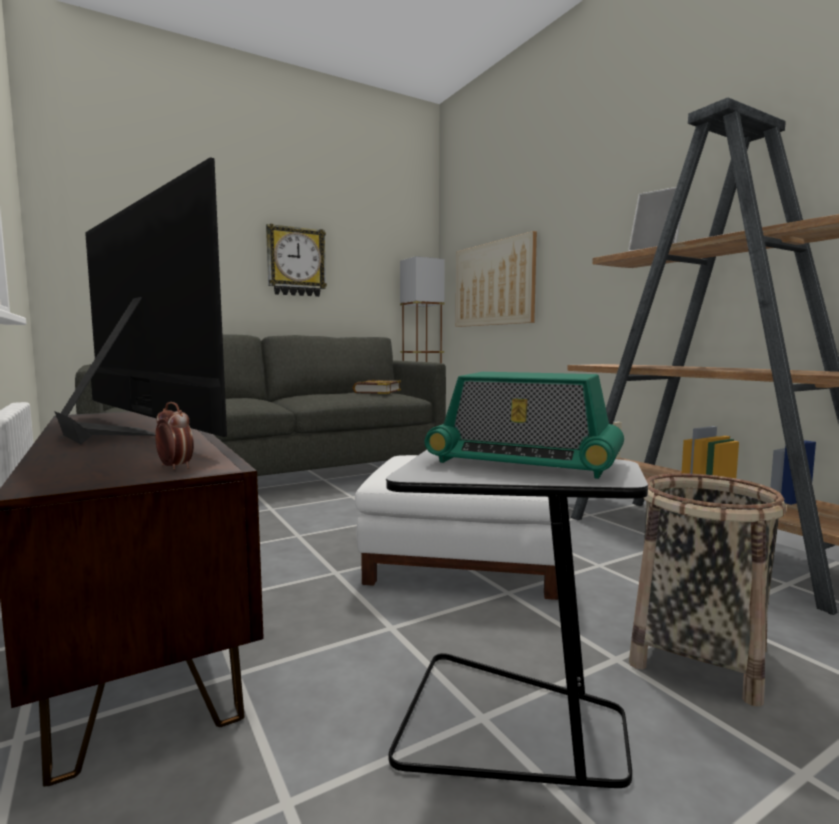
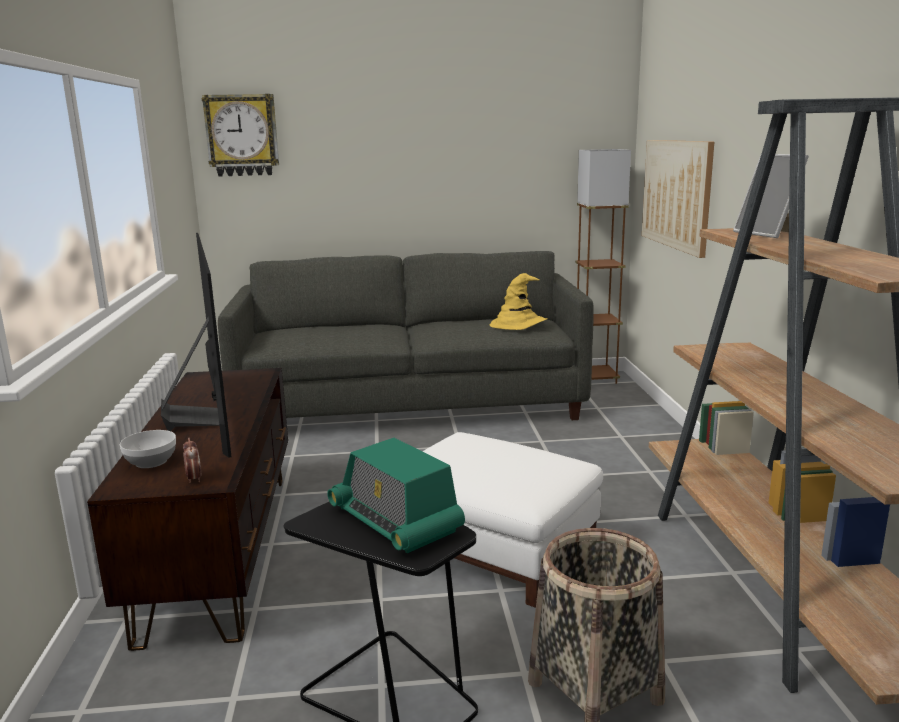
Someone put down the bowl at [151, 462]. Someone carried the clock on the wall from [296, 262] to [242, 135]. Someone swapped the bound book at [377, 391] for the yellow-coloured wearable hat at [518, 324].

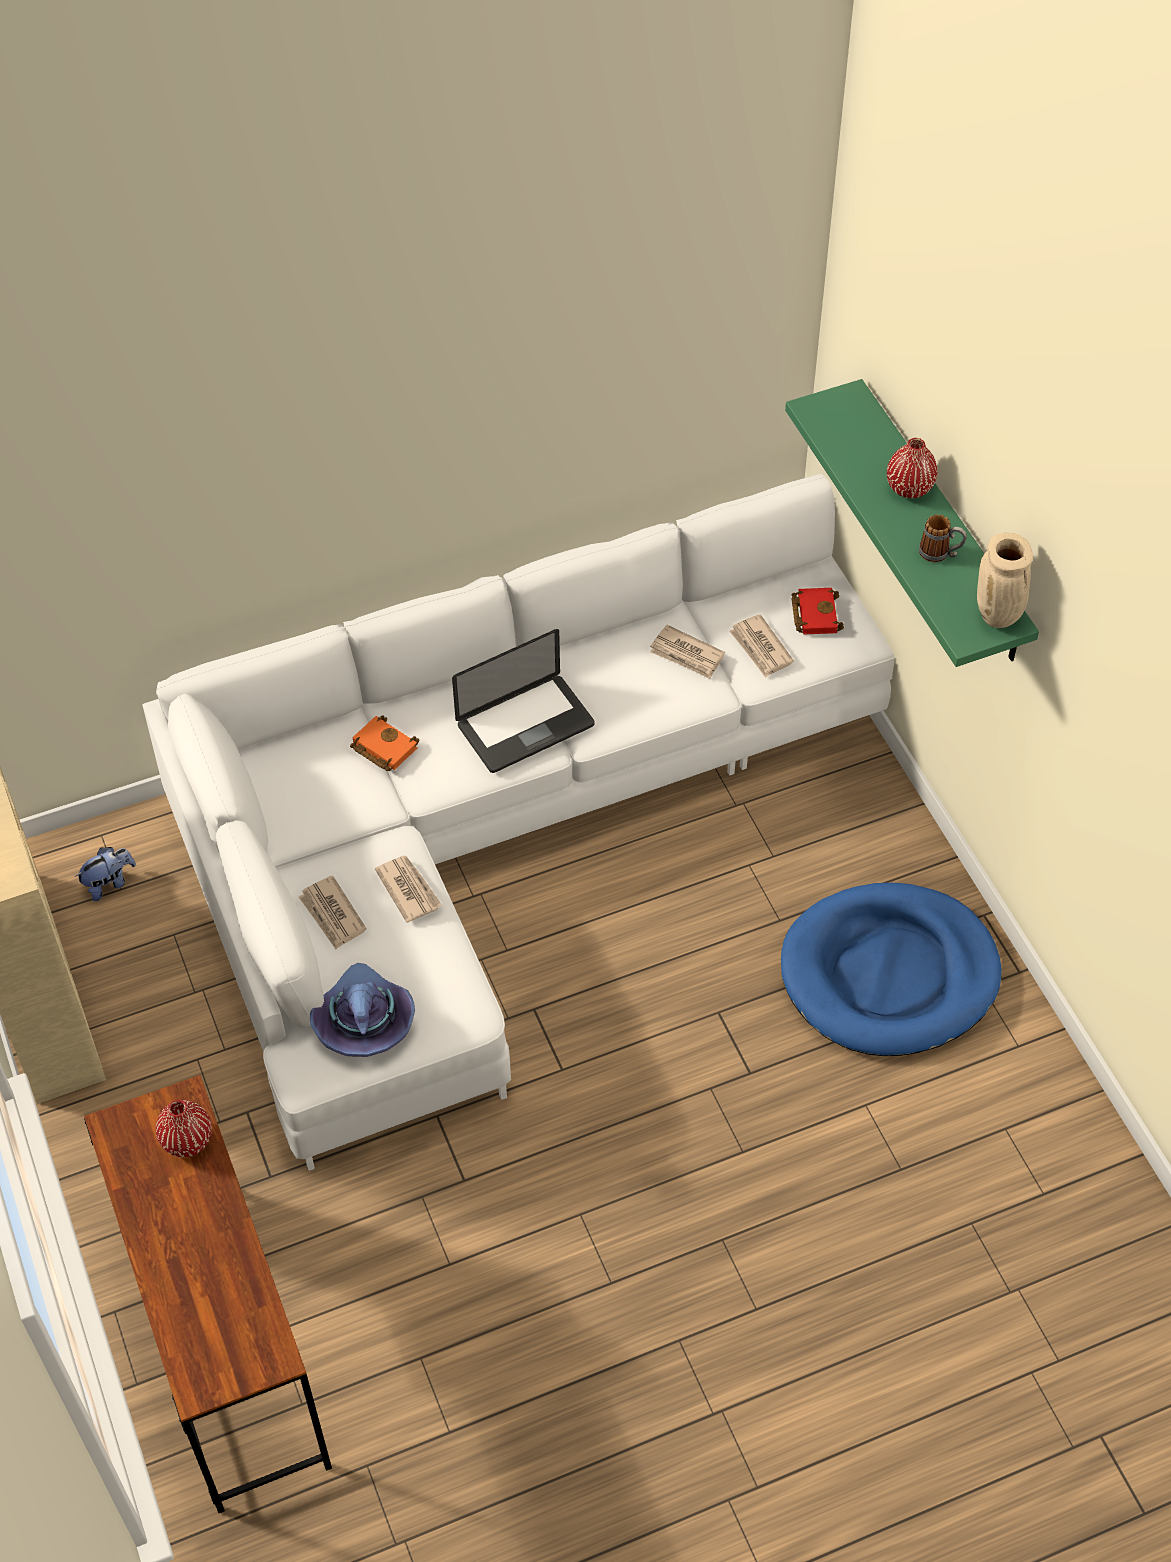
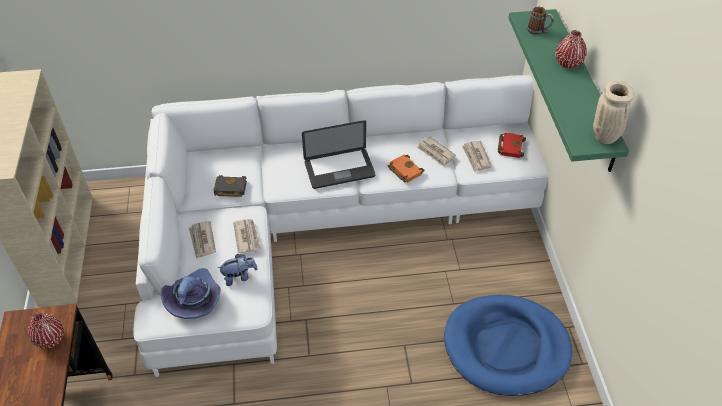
Someone put down the black-coloured bound book at [229, 189]. Someone carried the plush toy from [109, 883] to [239, 277]. Someone carried the orangey bound book from [382, 747] to [404, 170]. Someone carried the mug from [940, 554] to [538, 31].

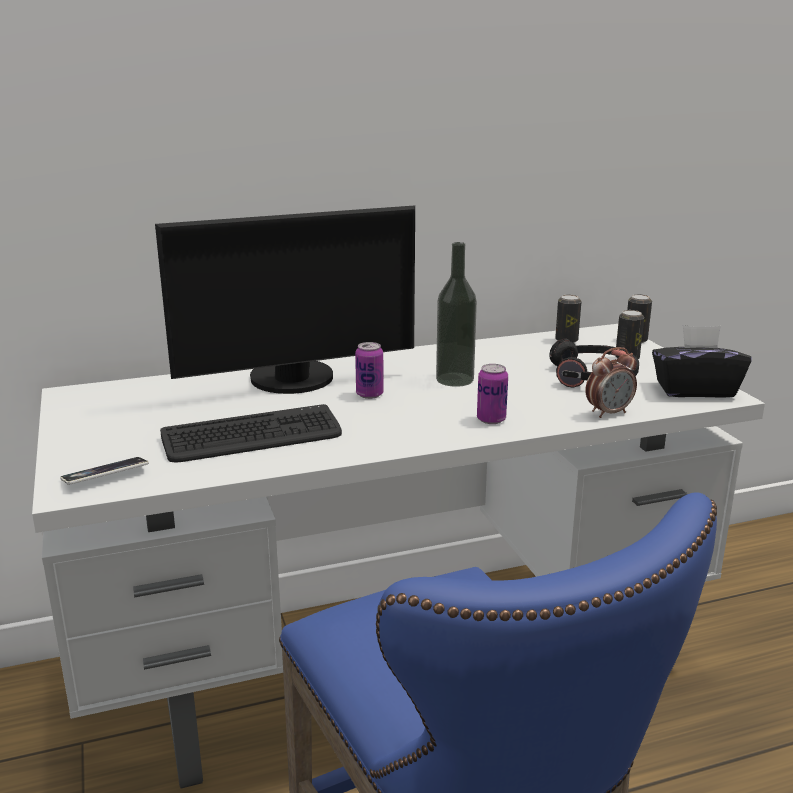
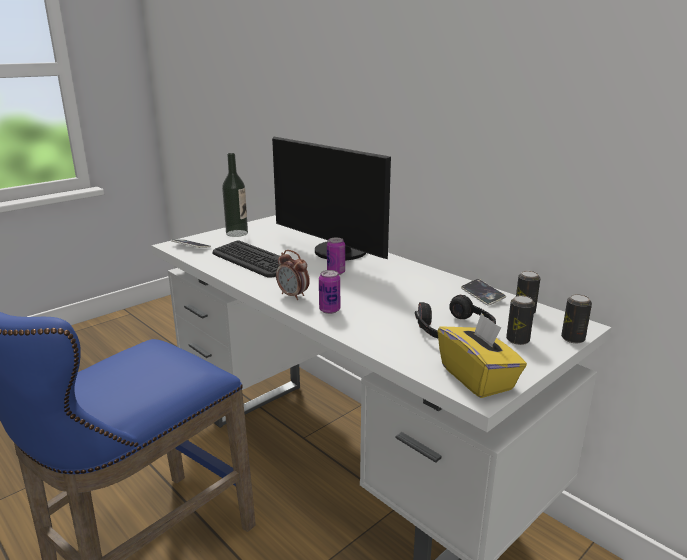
Someone put down the telephone at [482, 295]. Someone carried the beverage bottle from [455, 379] to [237, 233]. Someone carried the bedside clock from [608, 413] to [293, 296]. Someone repainted the black-coloured tissue box at [695, 390], which became the yellow-coloured tissue box at [477, 378].

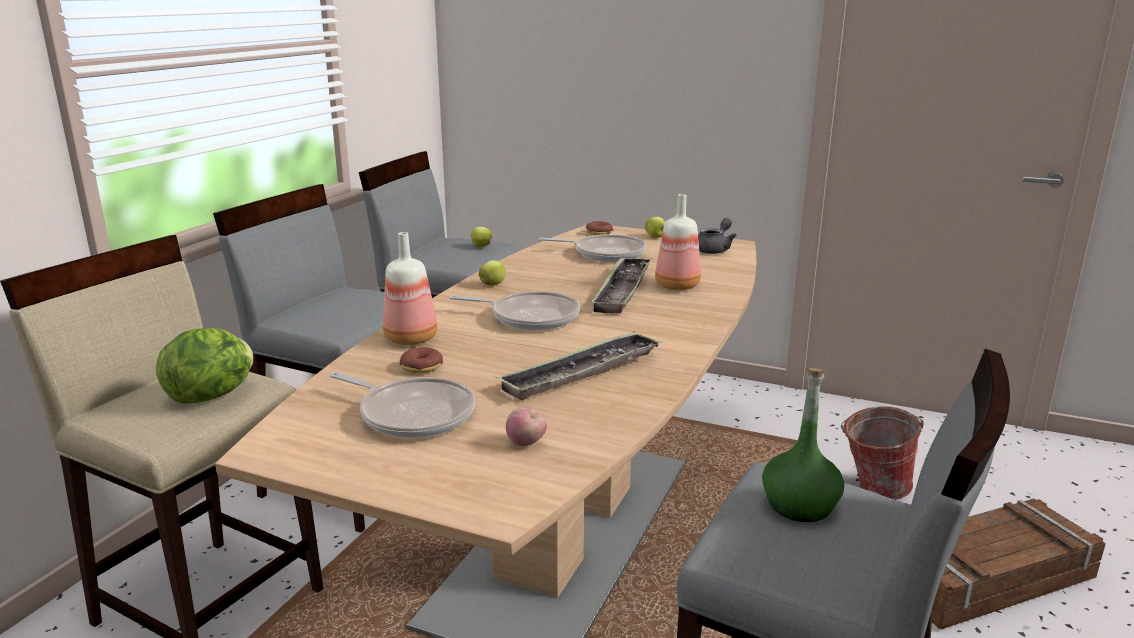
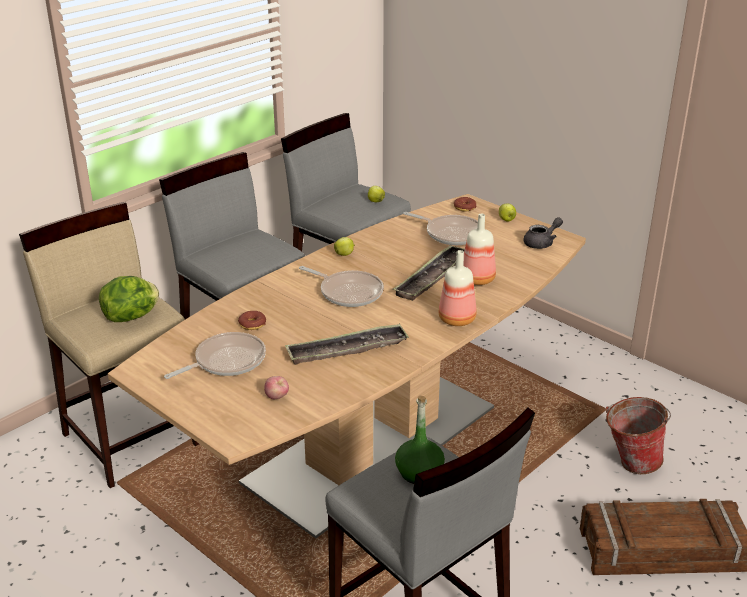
Someone carried the beverage bottle from [412, 338] to [458, 319]. Someone rotated the frying pan at [412, 414] by 90 degrees counterclockwise.

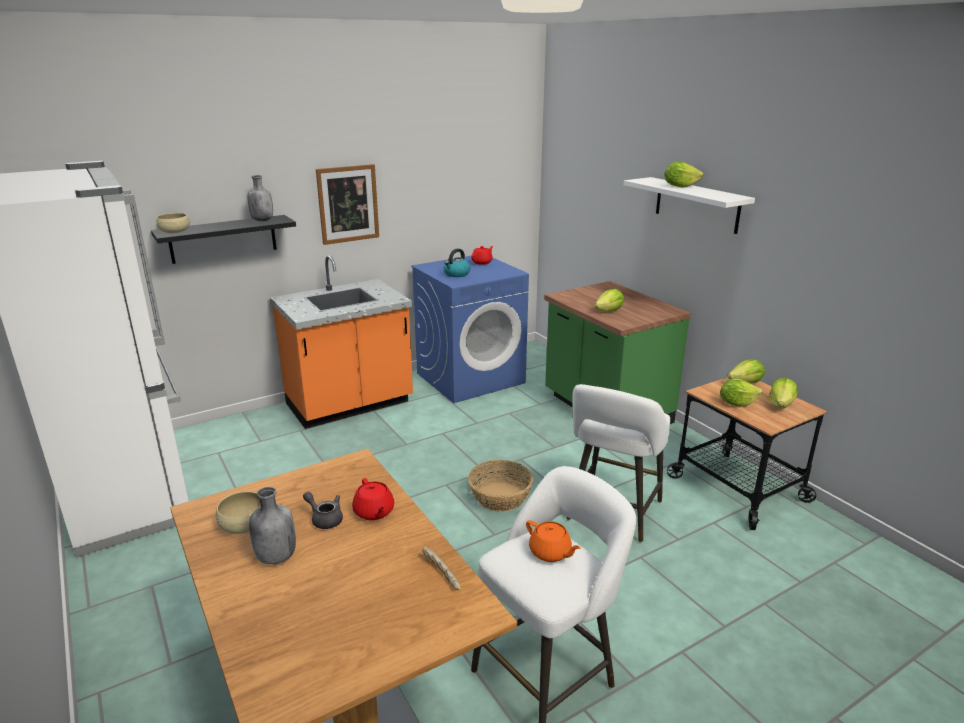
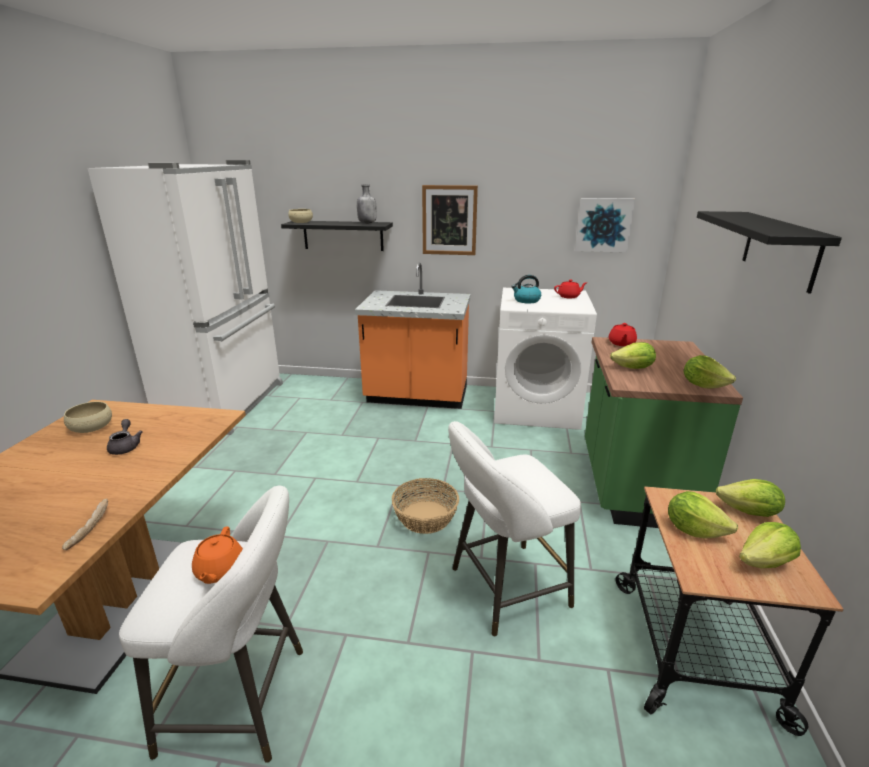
Someone took away the grey beverage bottle at [275, 557]. Someone put up the wall picture at [603, 225]. Someone carried the red tea pot from [374, 512] to [621, 343]. Someone carried the lettuce from [680, 186] to [703, 385]. Someone repainted the blue washing machine at [470, 378], which became the whitish washing machine at [536, 408]. Someone repainted the whitish bracket shelf at [696, 205], which became the black-coloured bracket shelf at [780, 249].

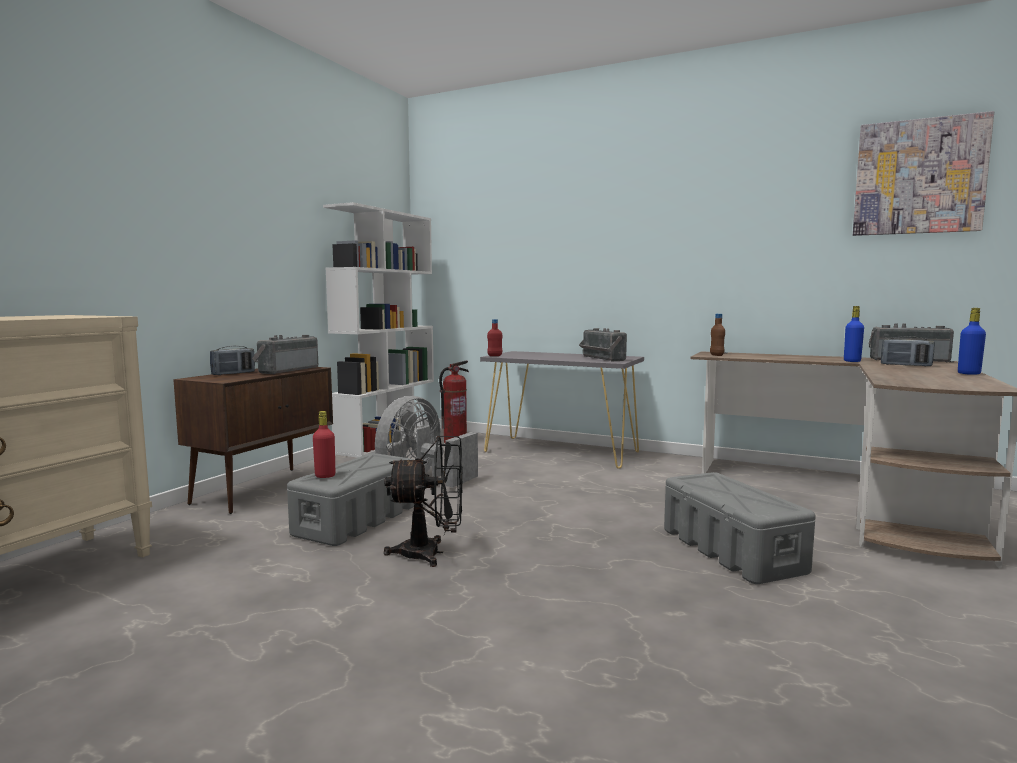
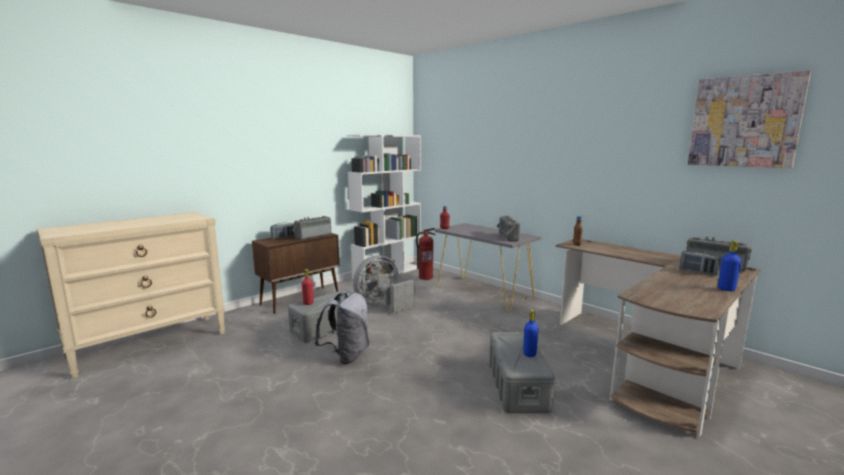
Someone carried the blue beverage bottle from [852, 361] to [529, 354]. Someone swapped the black-coloured fan at [431, 553] for the grey knapsack at [347, 356].

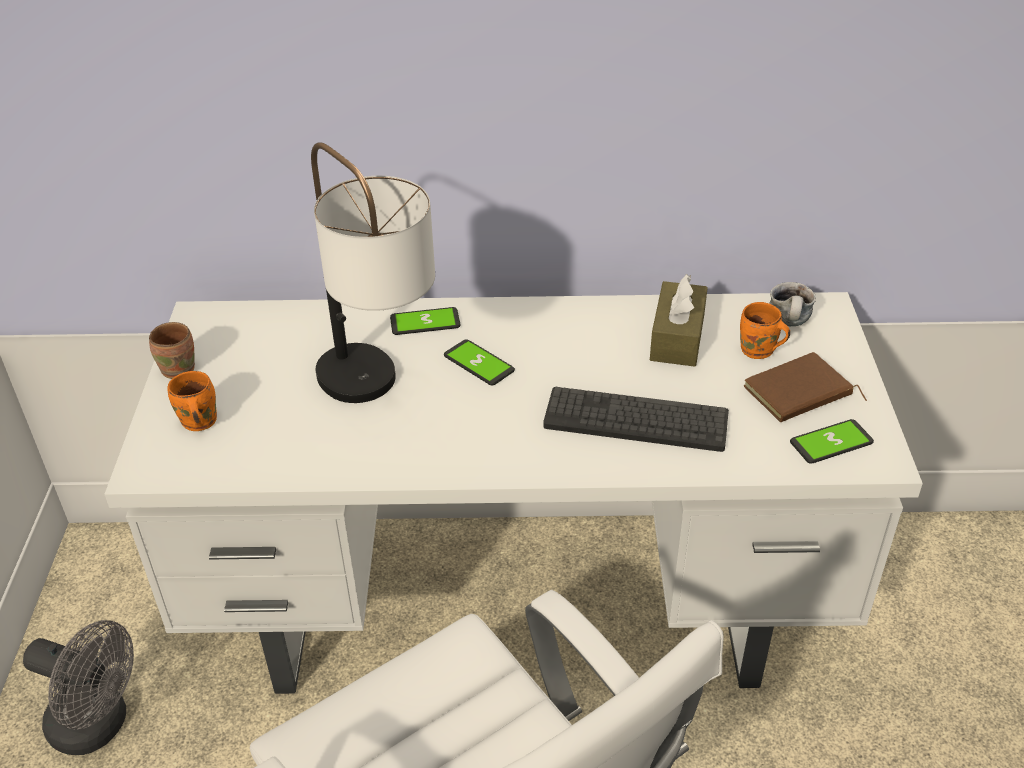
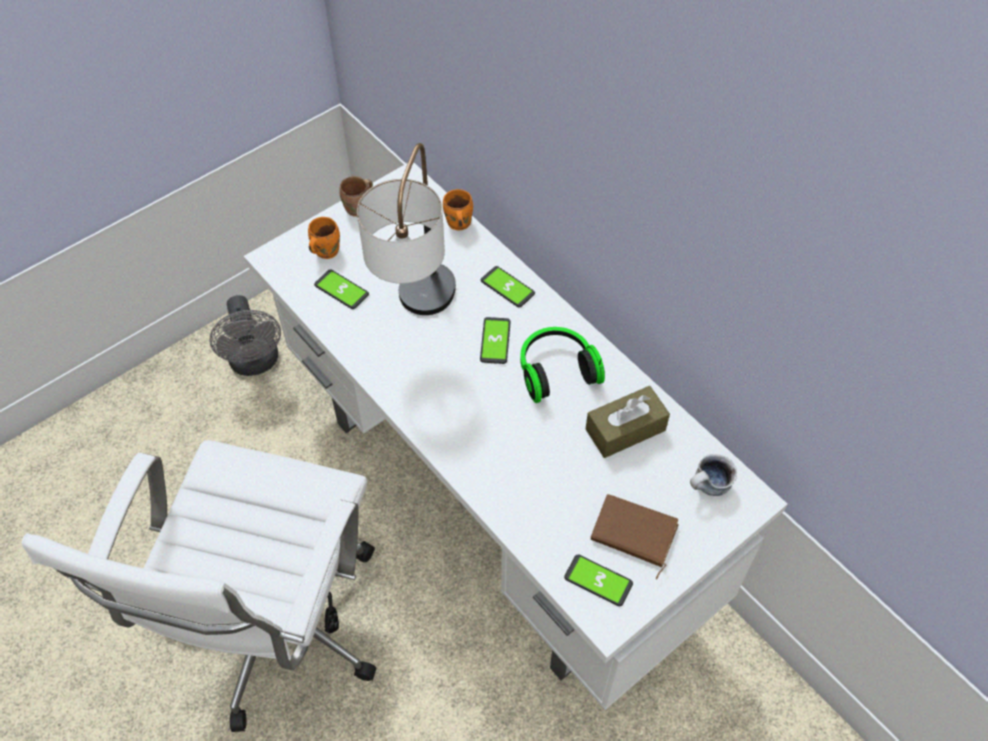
Someone took away the computer keyboard at [635, 420]. Someone put down the telephone at [341, 290]. Someone put down the pair of headphones at [556, 370]. Someone carried the orangey mug from [758, 352] to [457, 224].

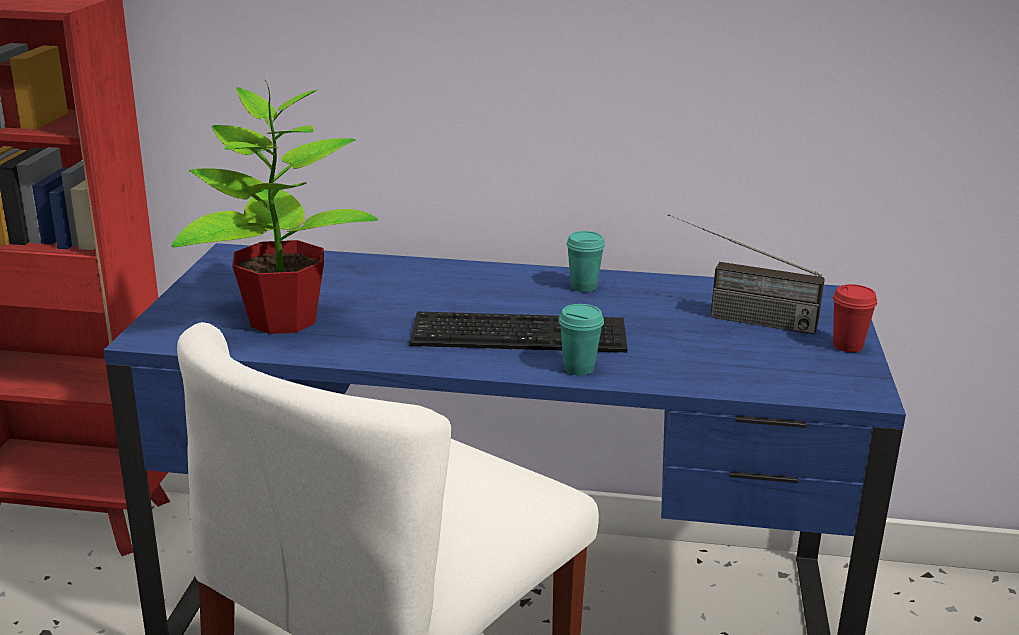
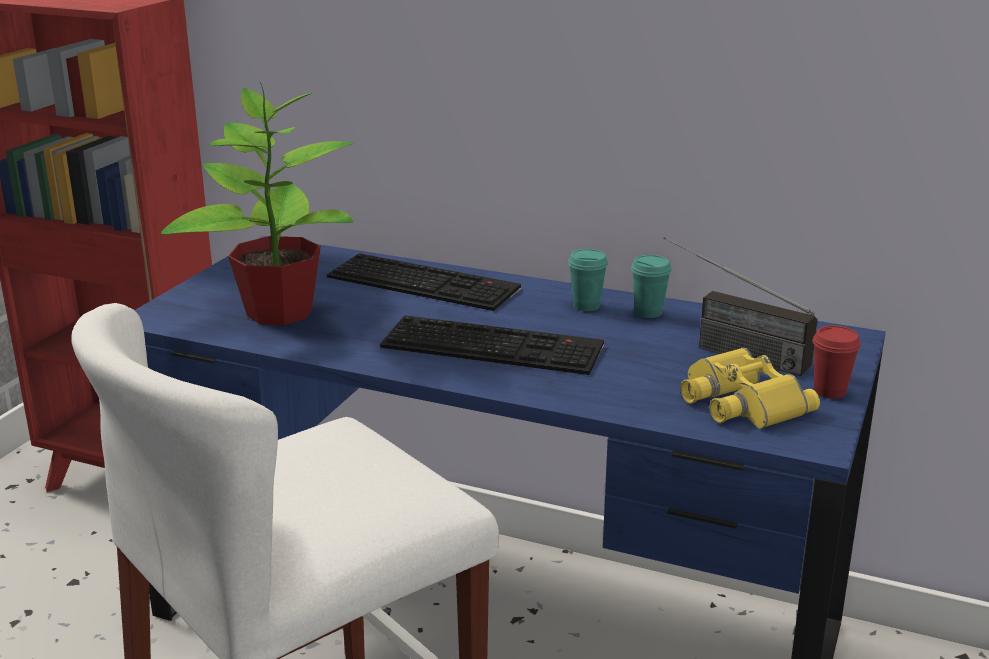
Someone put down the computer keyboard at [426, 282]. Someone put down the yellow-coloured field glasses at [739, 401]. Someone carried the turquoise cup from [579, 368] to [648, 312].

